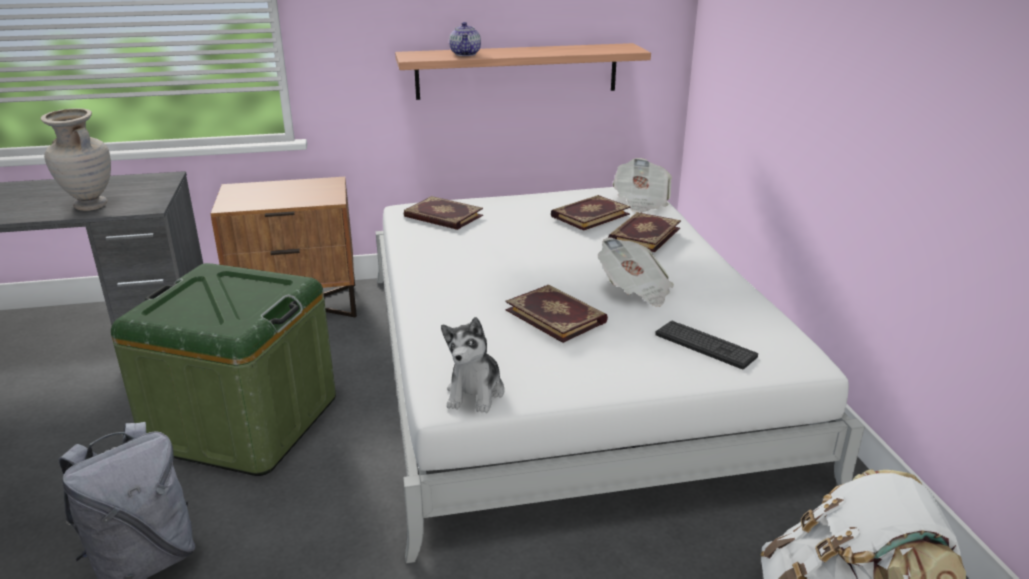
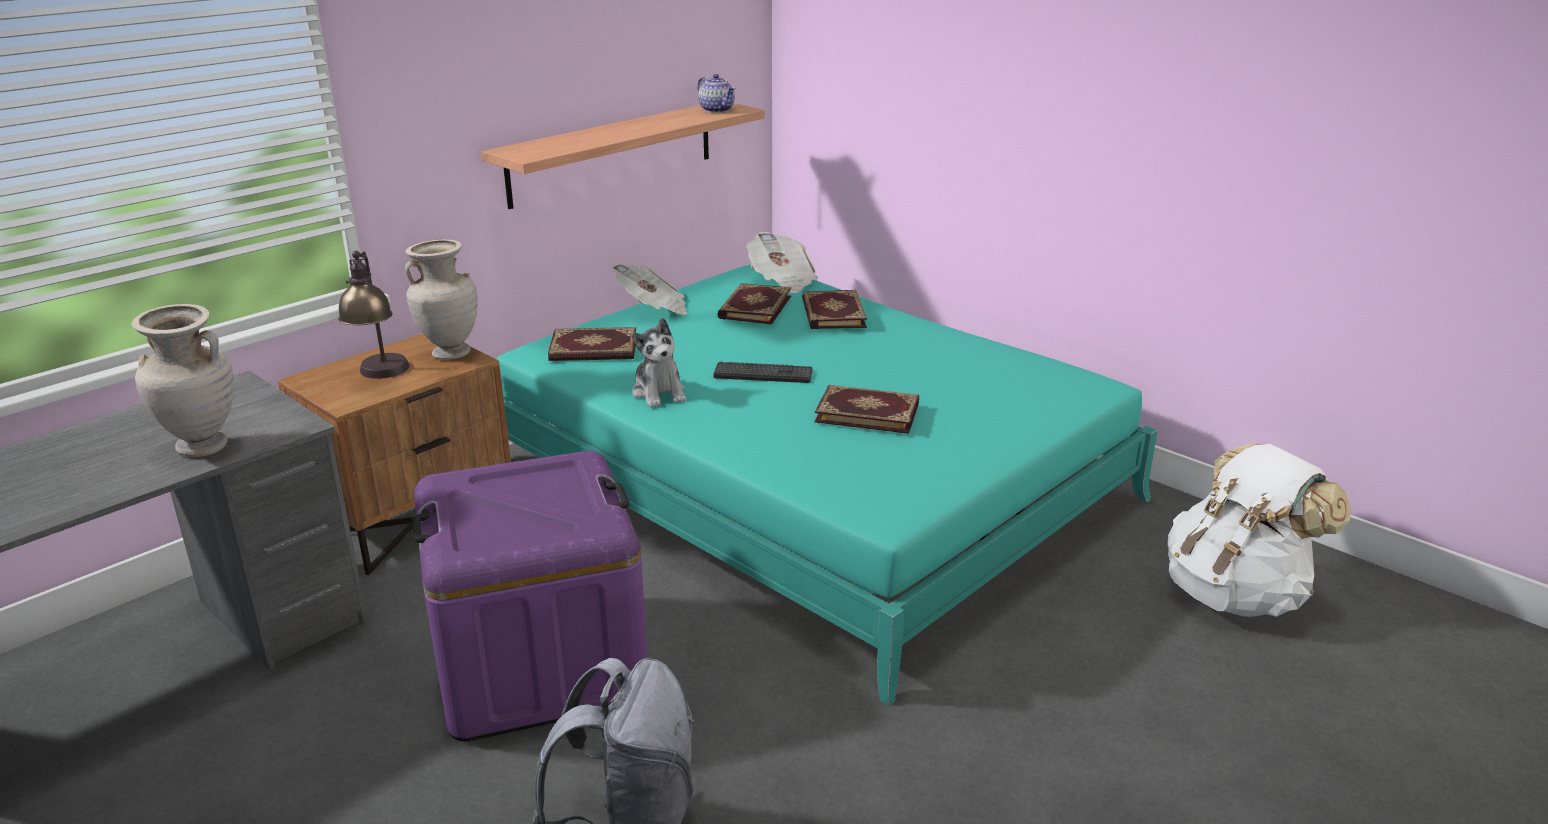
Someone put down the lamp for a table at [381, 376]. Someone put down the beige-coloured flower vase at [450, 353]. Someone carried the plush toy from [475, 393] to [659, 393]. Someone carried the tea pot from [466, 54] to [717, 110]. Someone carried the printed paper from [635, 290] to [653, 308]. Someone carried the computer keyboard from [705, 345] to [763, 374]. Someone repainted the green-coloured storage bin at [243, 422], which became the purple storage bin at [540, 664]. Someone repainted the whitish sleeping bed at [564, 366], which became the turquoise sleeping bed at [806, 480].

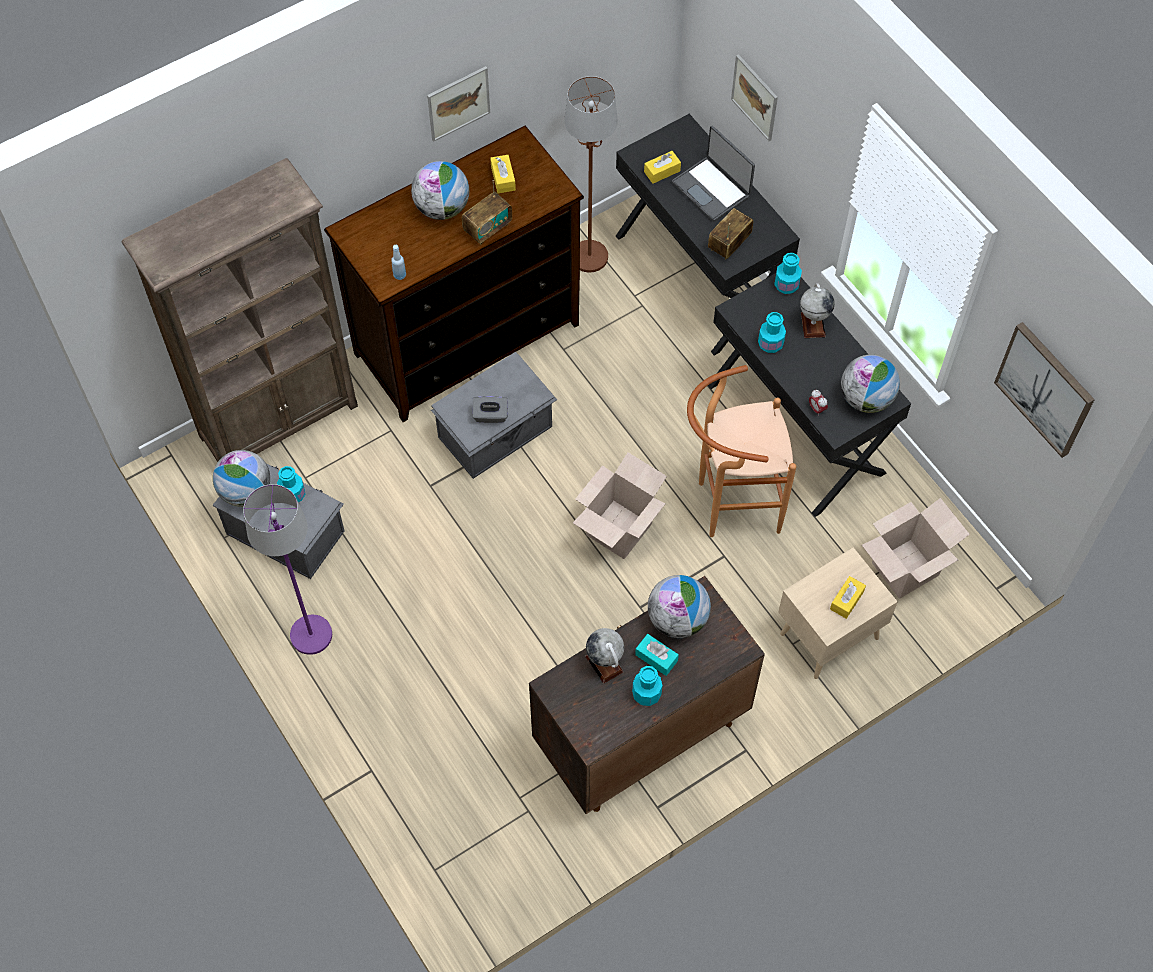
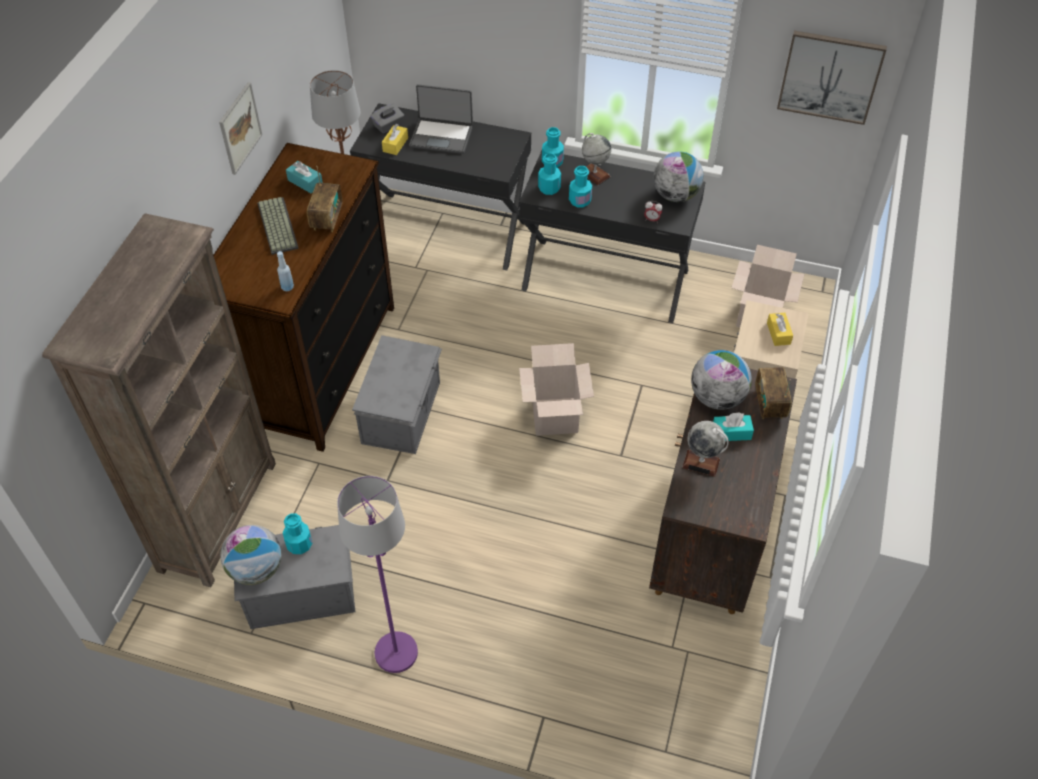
Someone took away the brown sitting stool at [729, 506]. Someone took away the wall picture at [755, 97]. Someone carried the grey tissue box from [490, 416] to [388, 126]. Someone carried the turquoise beverage bottle from [646, 693] to [549, 188]. Someone carried the radio from [729, 244] to [770, 404]. Someone swapped the world globe at [442, 208] for the computer keyboard at [276, 226]. Someone repainted the yellow-coloured tissue box at [503, 178], which became the turquoise tissue box at [305, 182].

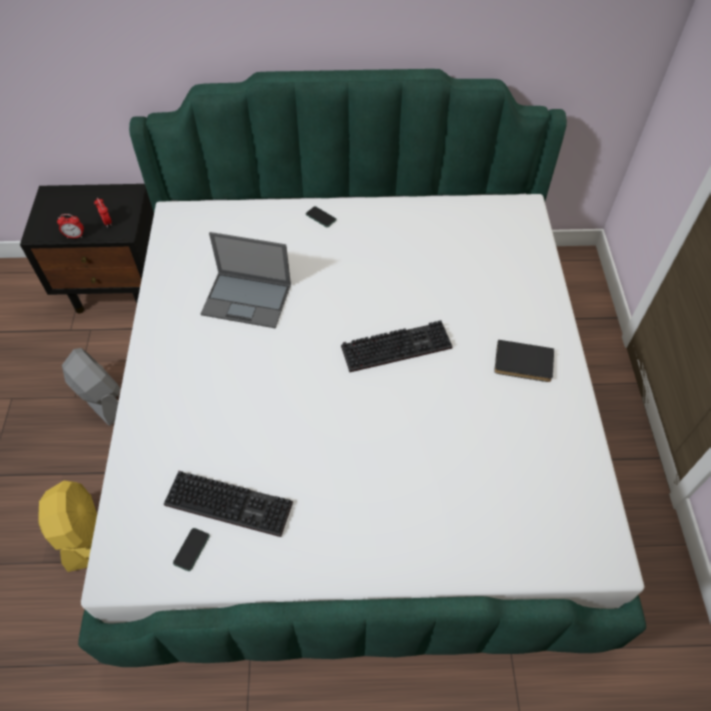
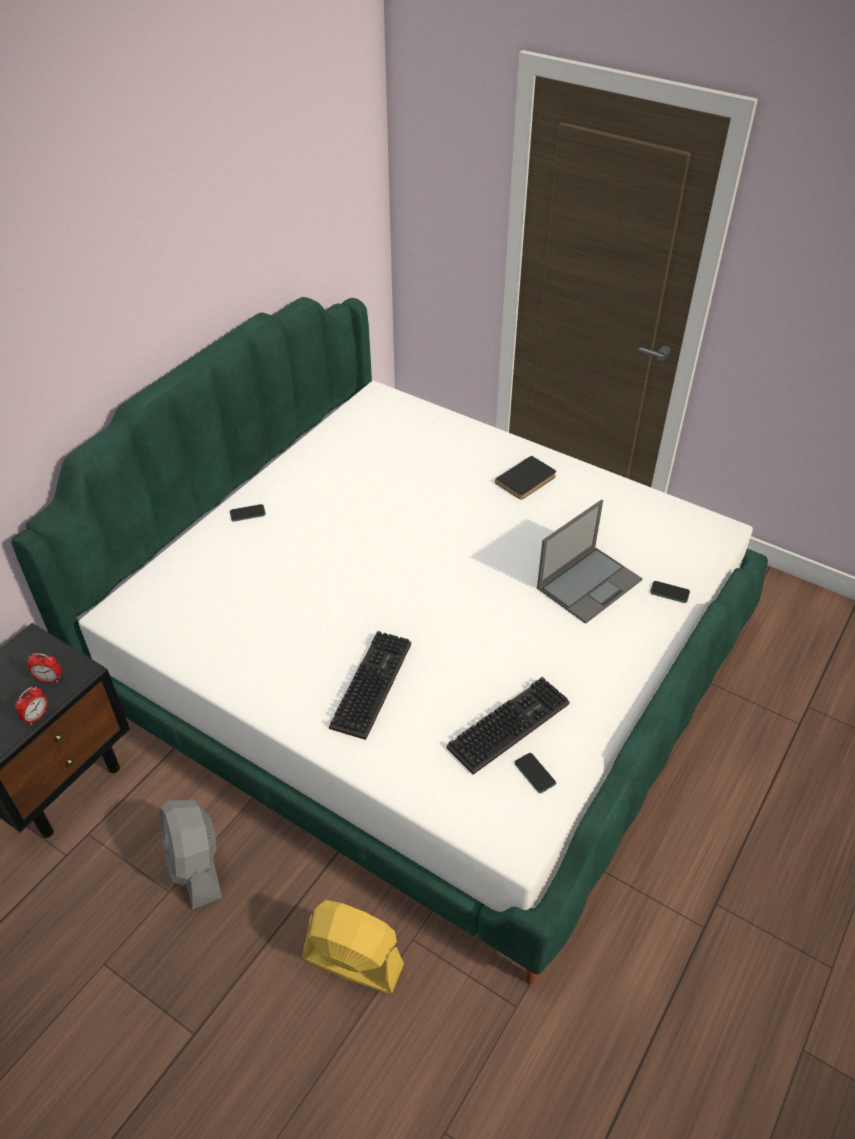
Someone put down the telephone at [669, 592]. Someone carried the notebook computer from [248, 299] to [589, 583]. Someone carried the computer keyboard from [397, 345] to [370, 682]. Someone rotated the grey fan at [100, 398] by 105 degrees counterclockwise.

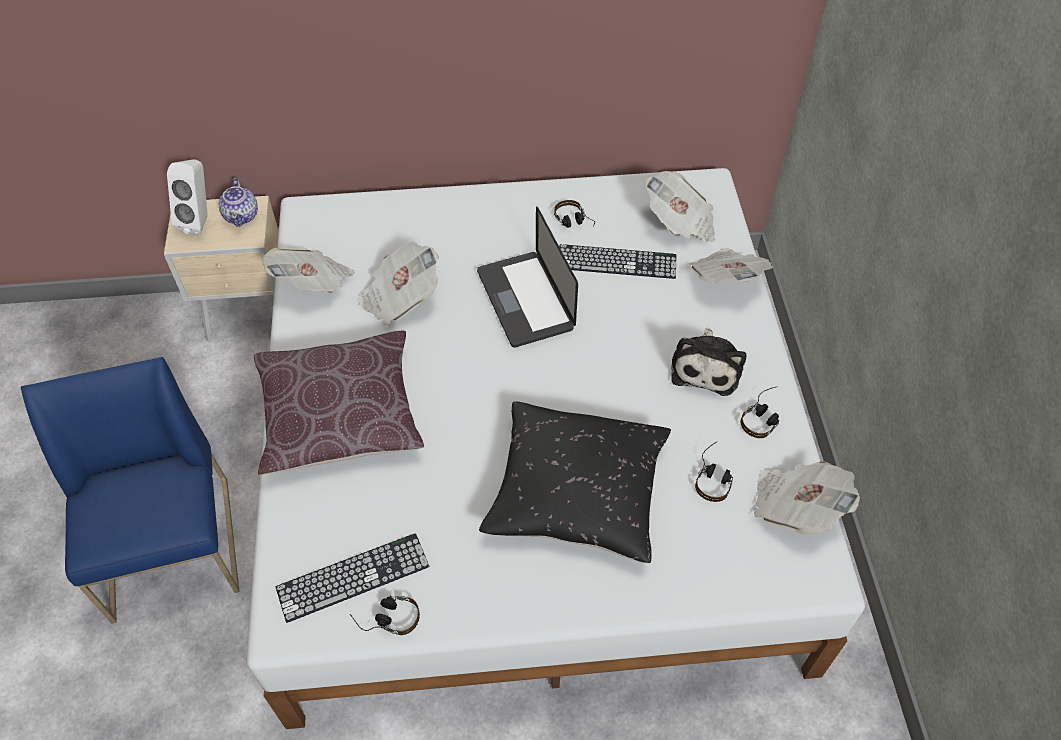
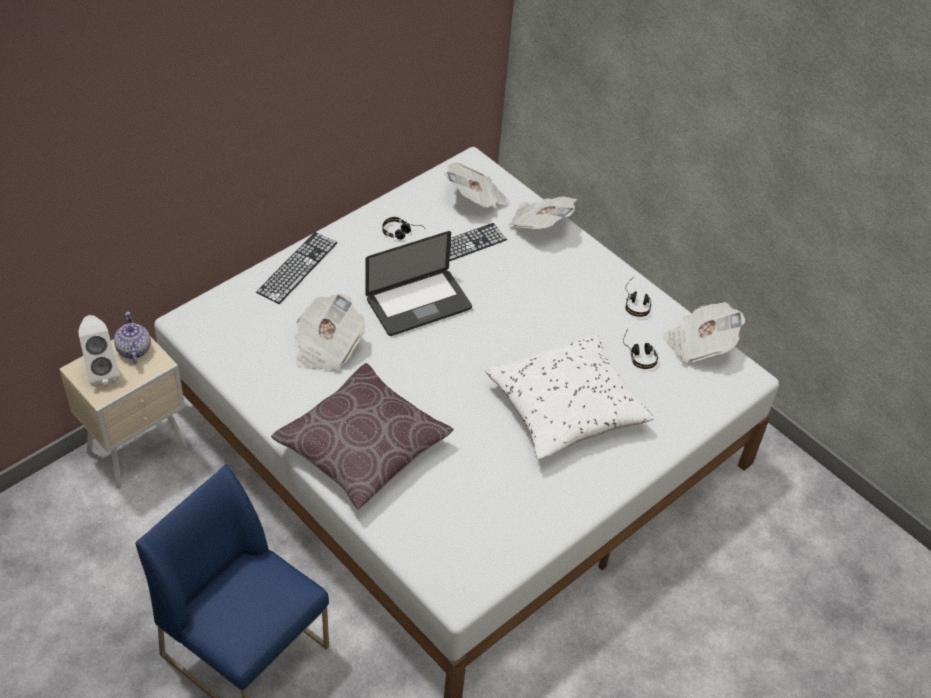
Someone took away the printed paper at [314, 283]. Someone took away the pair of headphones at [387, 617]. Someone took away the plush toy at [706, 367]. Someone carried the computer keyboard from [353, 577] to [297, 267]. Someone repainted the black-coloured cushion at [577, 492], which became the whitish cushion at [566, 408]. Someone rotated the tea pot at [242, 215] by 150 degrees counterclockwise. Someone rotated the notebook computer at [525, 300] by 60 degrees counterclockwise.

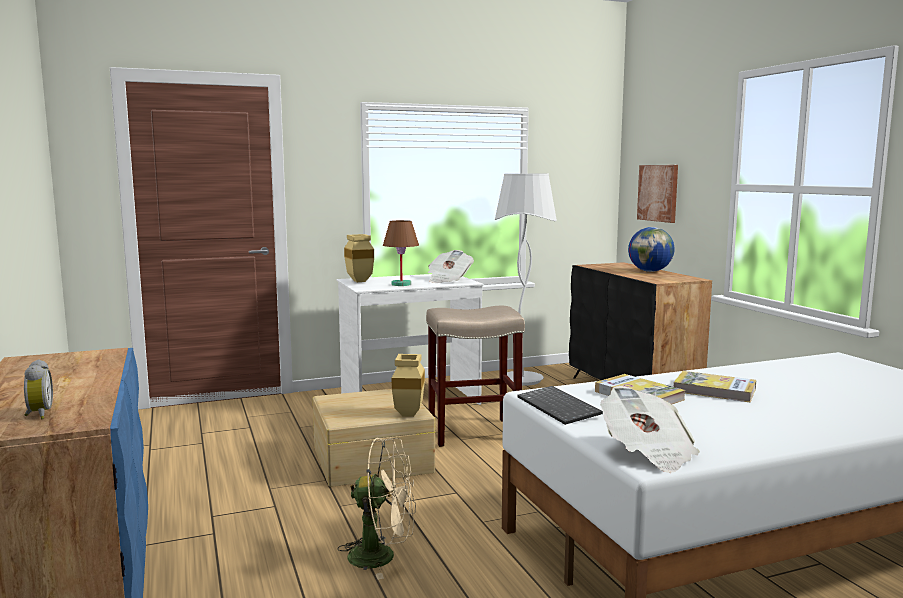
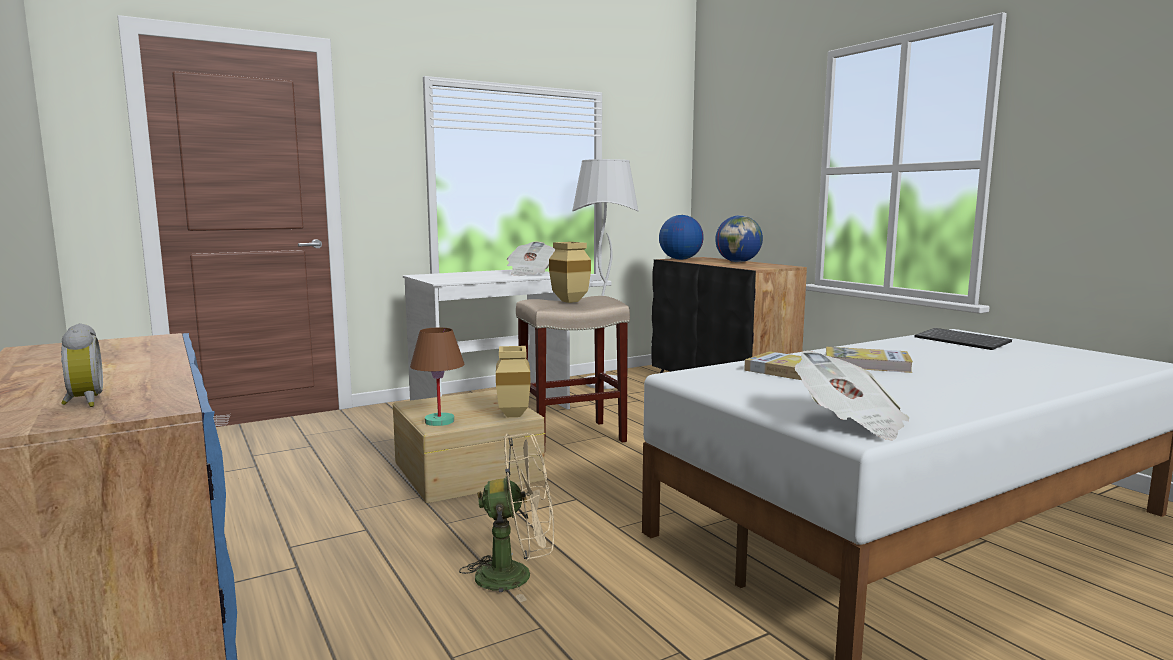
Someone took away the wall picture at [658, 193]. Someone put down the world globe at [680, 259]. Someone carried the beige-coloured flower vase from [361, 281] to [572, 301]. Someone carried the brown lamp for a table from [401, 284] to [439, 421]. Someone carried the computer keyboard from [560, 407] to [963, 341].

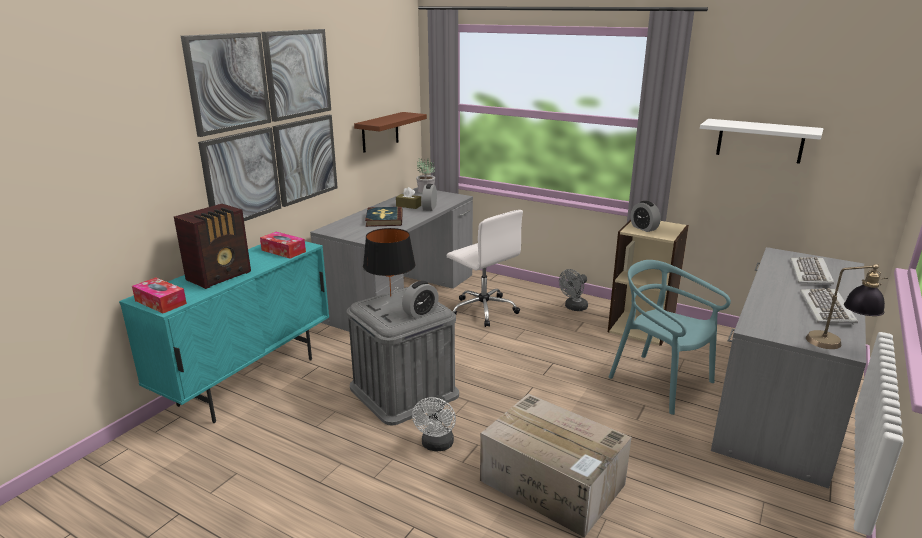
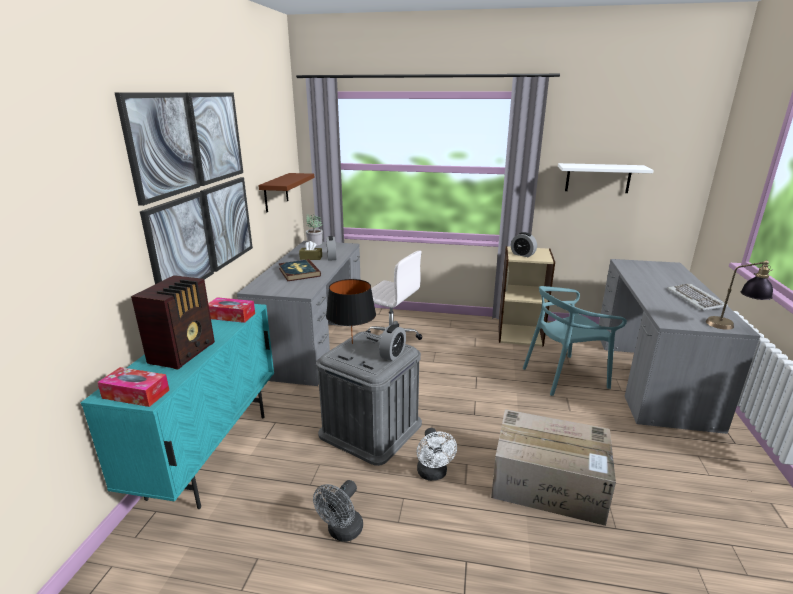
Someone took away the computer keyboard at [811, 273]. Someone carried the grey fan from [573, 308] to [342, 532]. Someone rotated the turquoise plain chair at [660, 382] by 45 degrees counterclockwise.

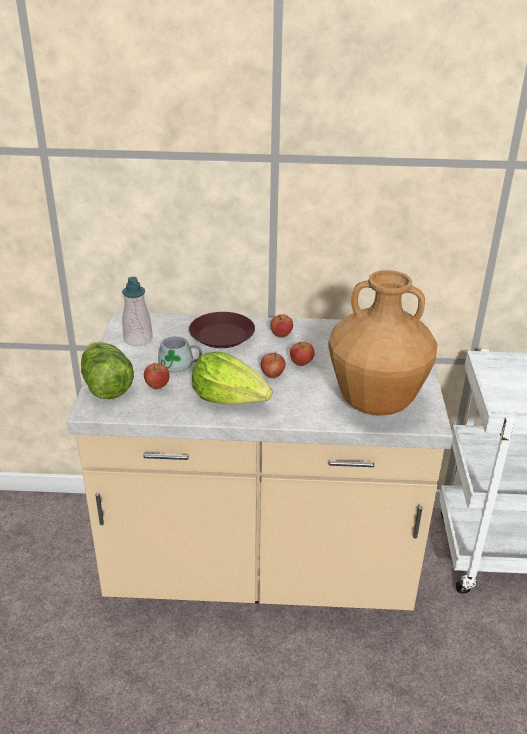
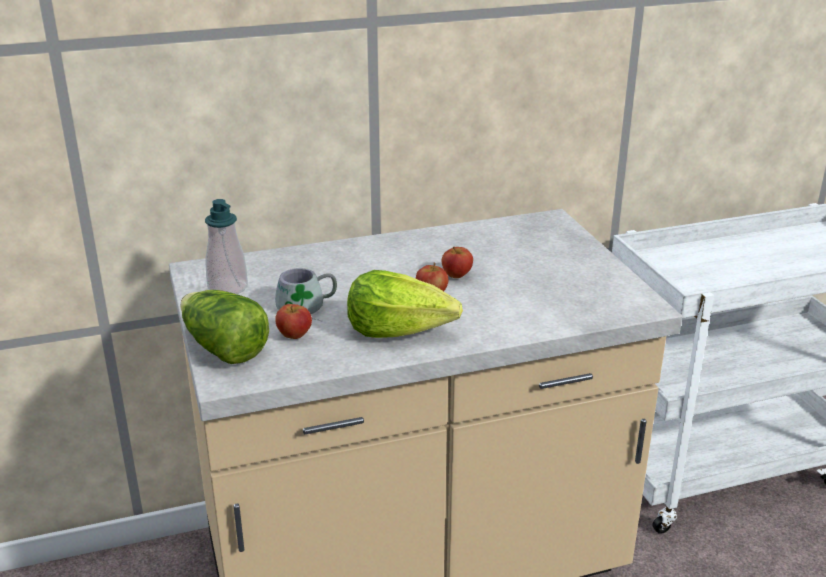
Someone took away the brown dinner plate at [222, 335]. Someone took away the whole apple at [281, 335]. Someone took away the brown flower vase at [376, 404].

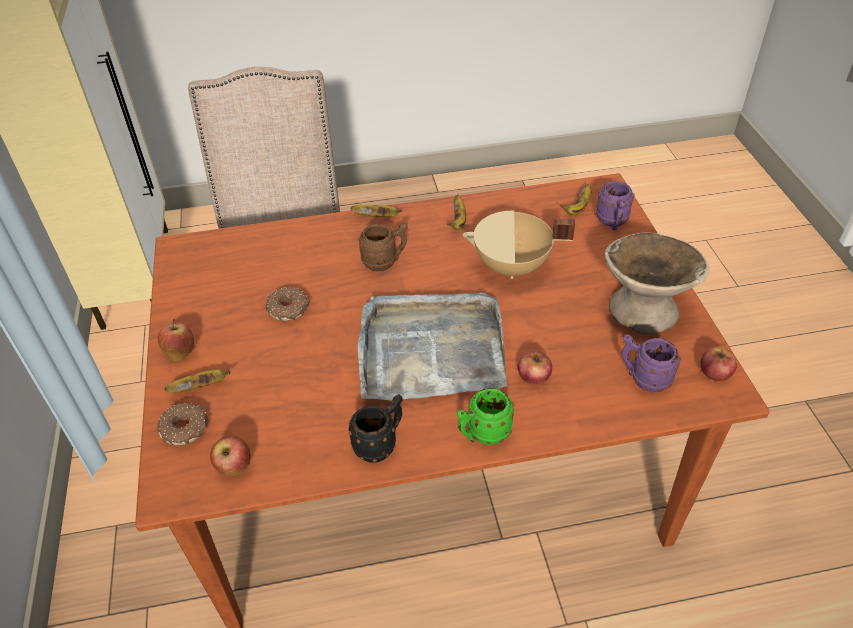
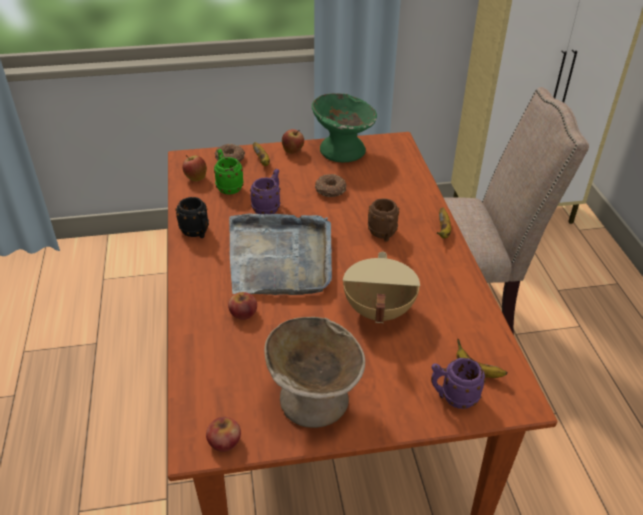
Someone took away the whole banana at [458, 221]. Someone put down the green-coloured bowl at [342, 150]. Someone carried the green-coloured mug from [482, 434] to [228, 186]. Someone carried the purple mug from [643, 378] to [268, 207].

